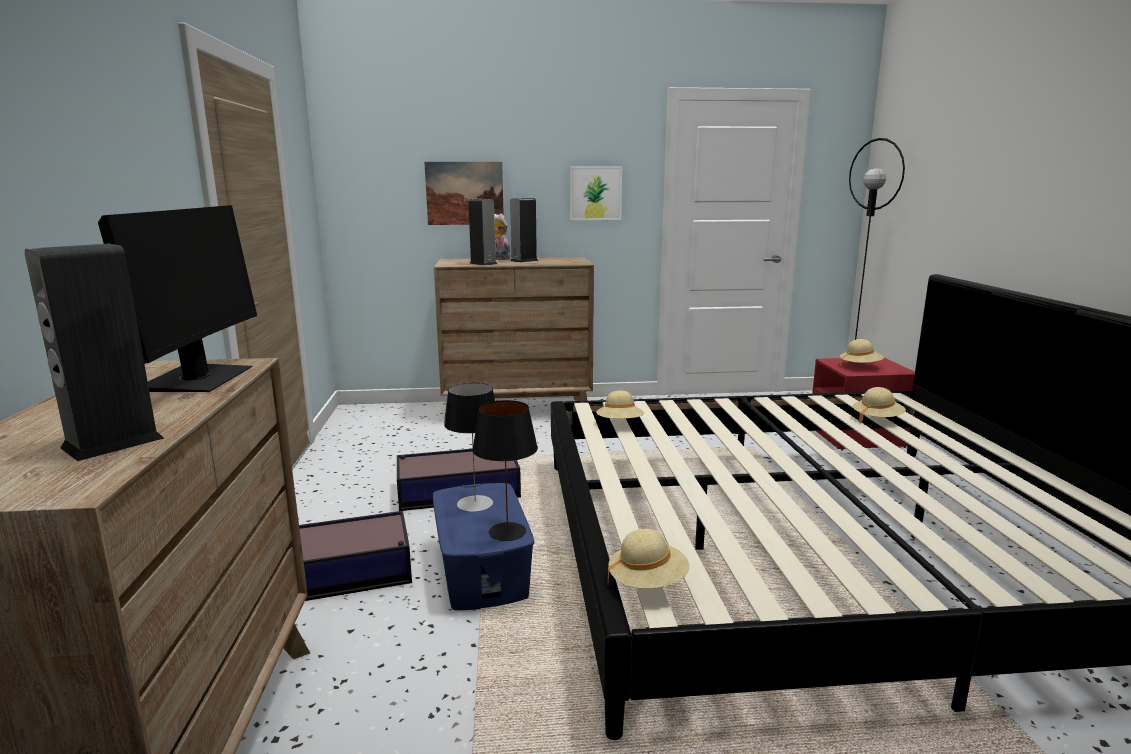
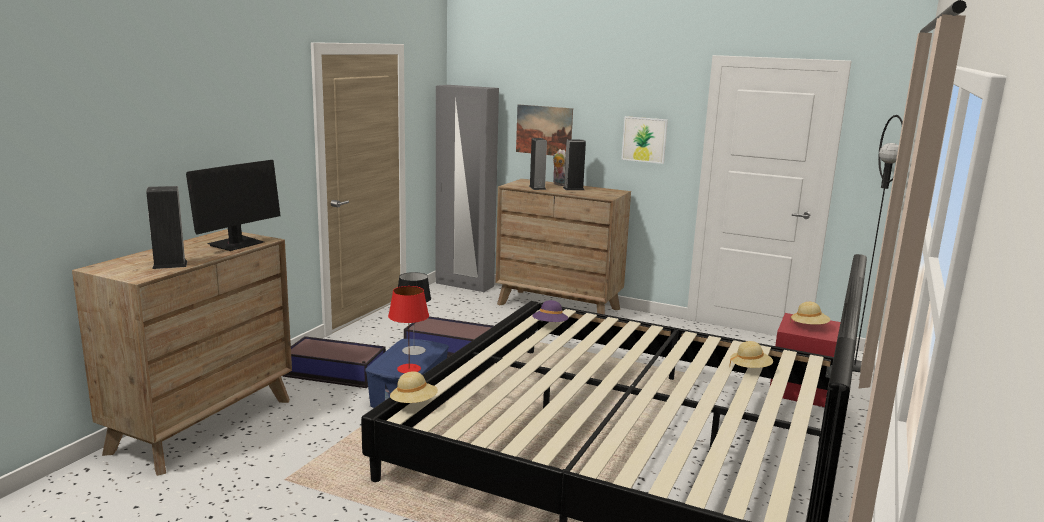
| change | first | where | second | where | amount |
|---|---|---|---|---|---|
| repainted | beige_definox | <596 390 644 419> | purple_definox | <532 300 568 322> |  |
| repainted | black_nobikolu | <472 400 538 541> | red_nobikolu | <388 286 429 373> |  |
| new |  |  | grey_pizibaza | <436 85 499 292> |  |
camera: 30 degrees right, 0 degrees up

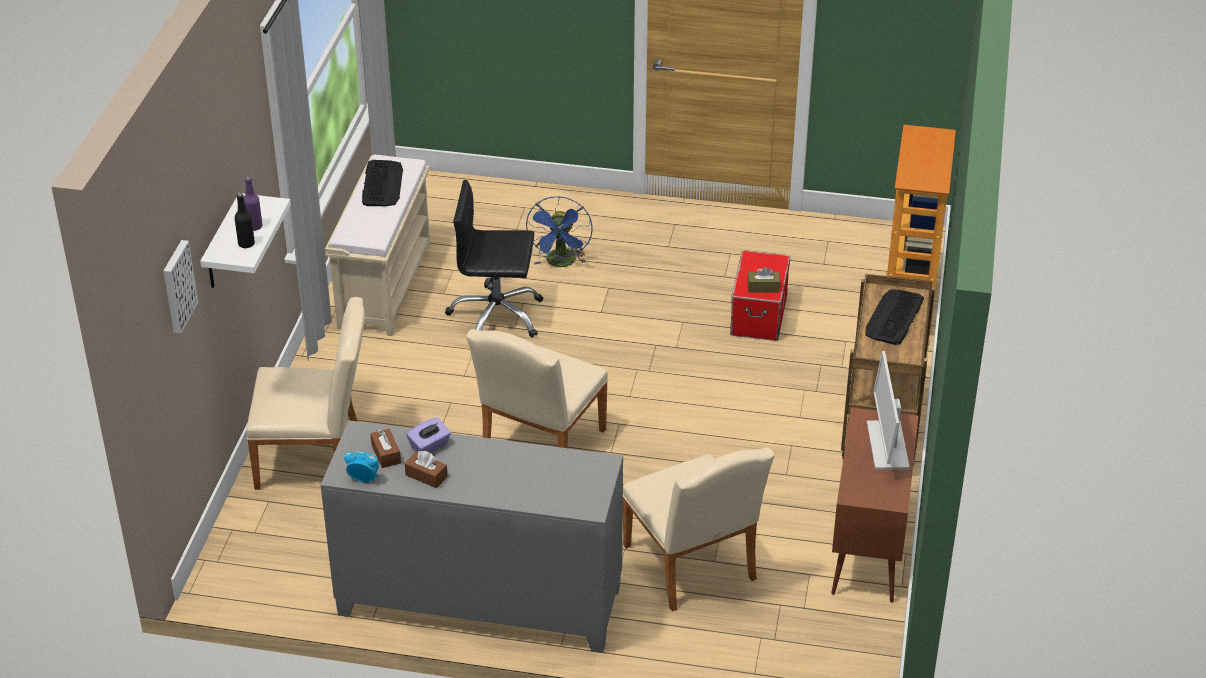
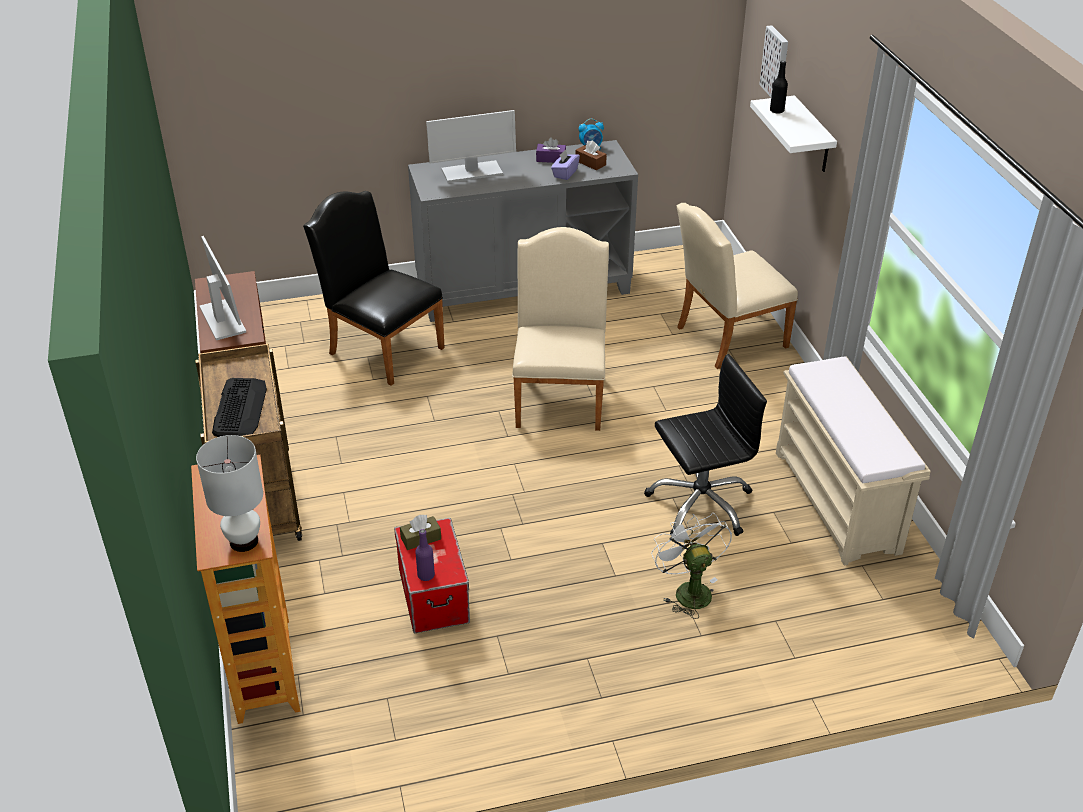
| change | first | where | second | where | amount |
|---|---|---|---|---|---|
| gone | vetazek | <362 160 403 207> |  |  |  |
| shifted | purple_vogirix | <244 176 262 231> |  | <415 529 435 581> |  |
| repainted | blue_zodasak | <526 196 593 267> | white_zodasak | <651 513 732 619> |  |
| repainted | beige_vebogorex | <623 447 775 612> | black_vebogorex | <303 191 445 386> |  |
| repainted | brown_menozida | <405 451 447 488> | purple_menozida | <536 137 566 163> |  |
| new |  |  | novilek | <426 110 516 183> |  |
| new |  |  | white_nobikolu | <196 435 263 552> |  |
camera: 155 degrees right, 0 degrees up

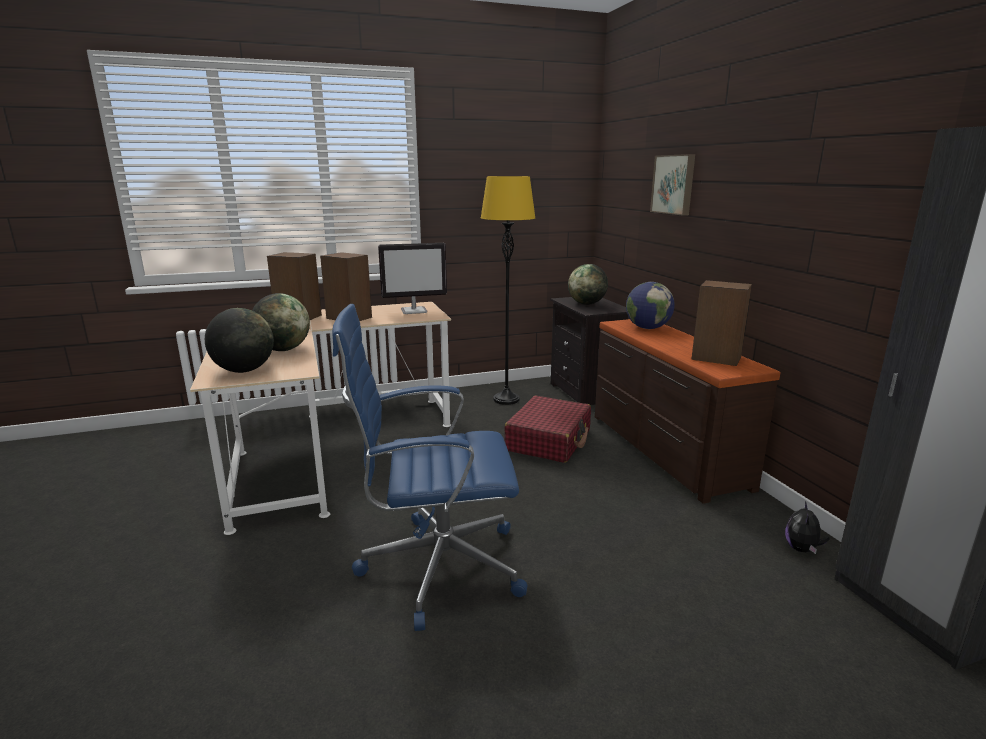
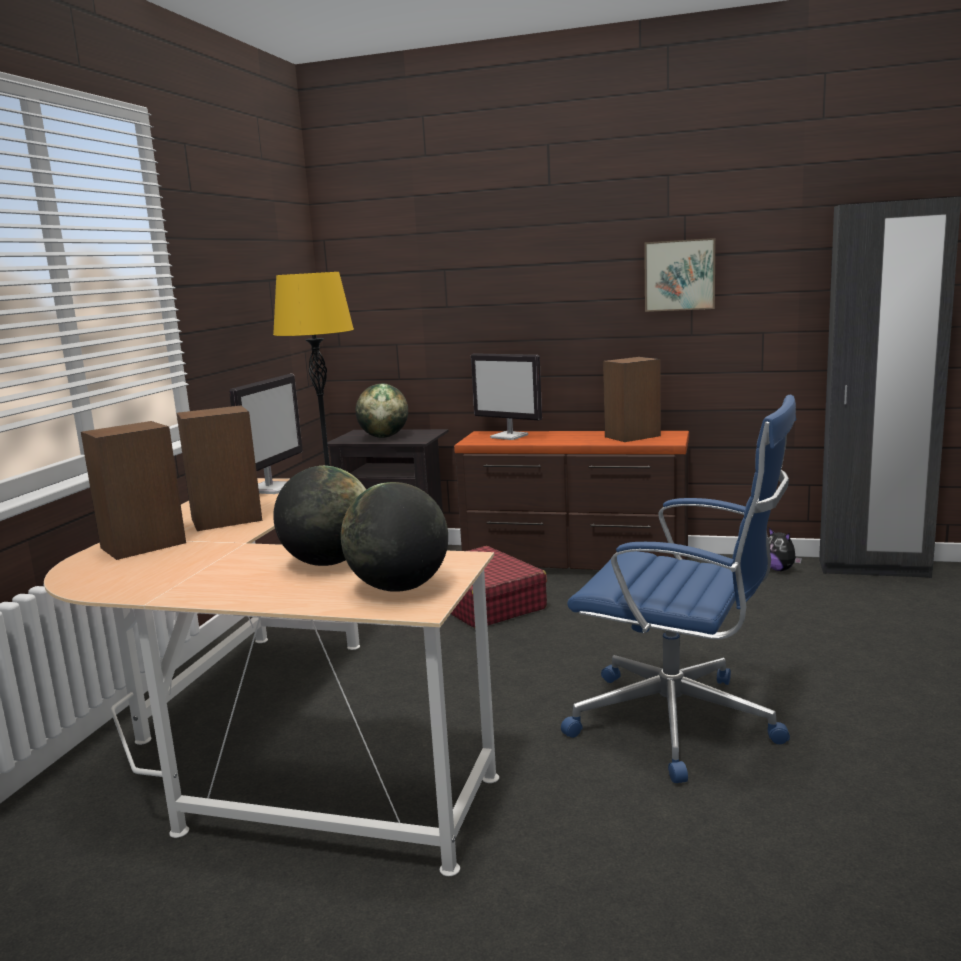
| change | first | where | second | where | amount |
|---|---|---|---|---|---|
| shifted | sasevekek | <650 154 695 216> |  | <644 238 715 312> |  |
| swapped | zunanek | <626 282 675 329> | novilek | <471 353 542 440> |  |
| rotated | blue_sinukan | <332 304 527 631> |  | <561 395 796 783> | 90 degrees counterclockwise |
camera: 55 degrees left, 5 degrees down

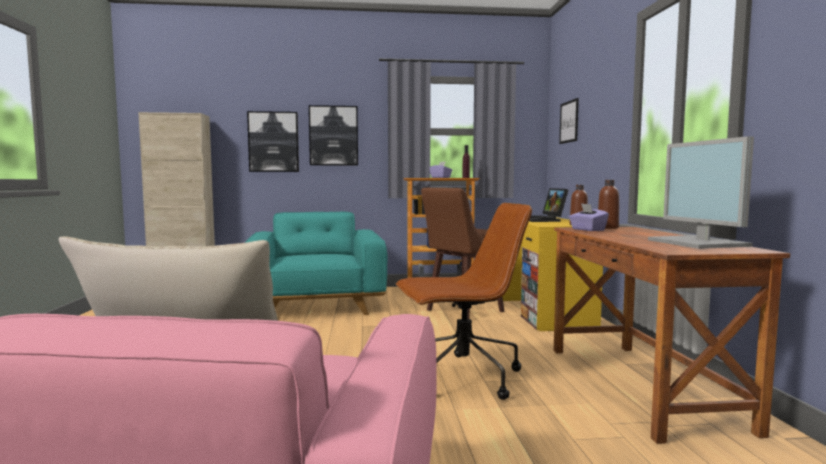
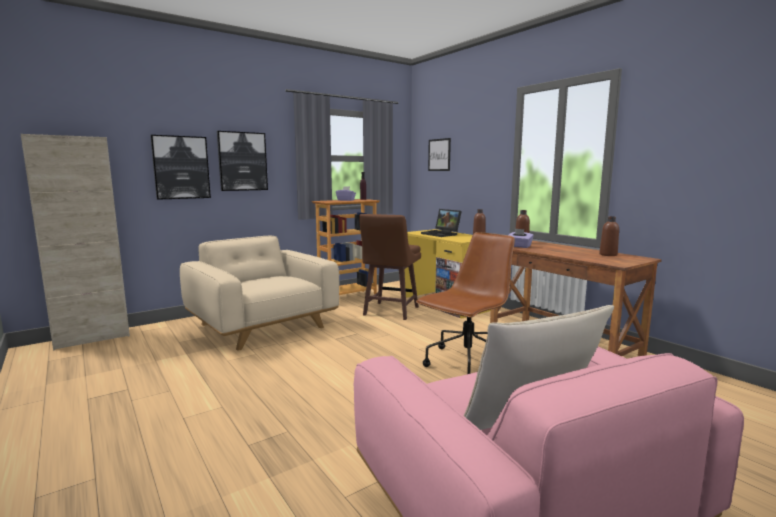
| change | first | where | second | where | amount |
|---|---|---|---|---|---|
| swapped | novilek | <648 136 754 249> | brown_vogirix | <599 216 619 256> |  |
| repainted | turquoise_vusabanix | <245 212 387 315> | beige_vusabanix | <180 236 339 351> |  |
camera: 30 degrees left, 5 degrees up

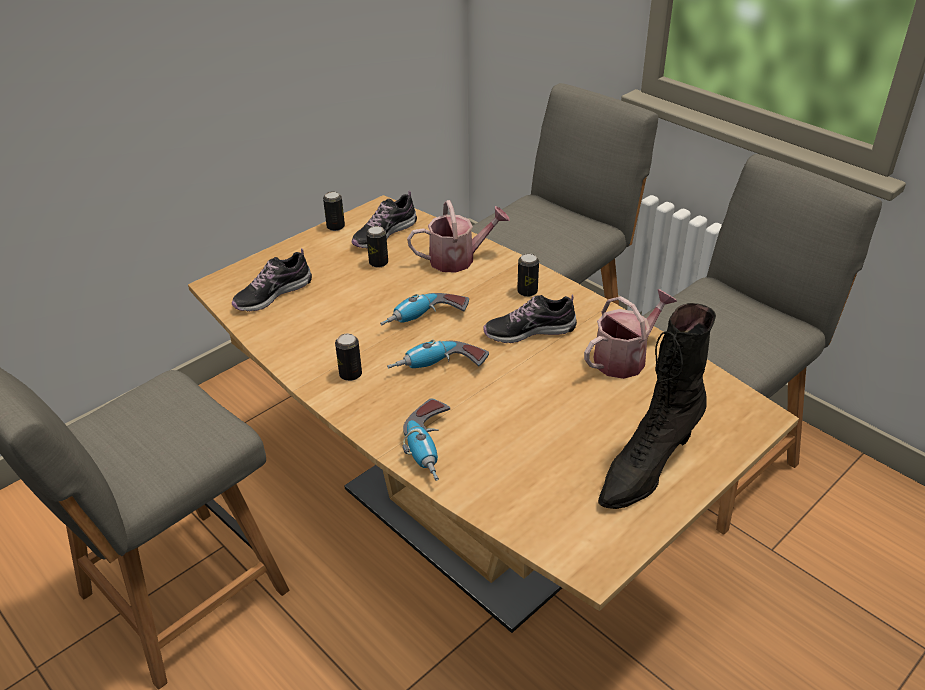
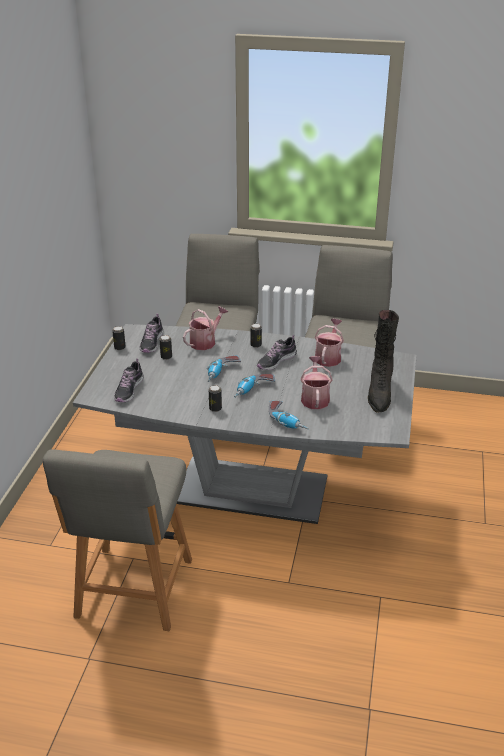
| change | first | where | second | where | amount |
|---|---|---|---|---|---|
| repainted | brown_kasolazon | <188 195 799 633> | grey_kasolazon | <73 324 417 524> |  |
| new |  |  | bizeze | <300 356 333 409> |  |
camera: 35 degrees left, 5 degrees down

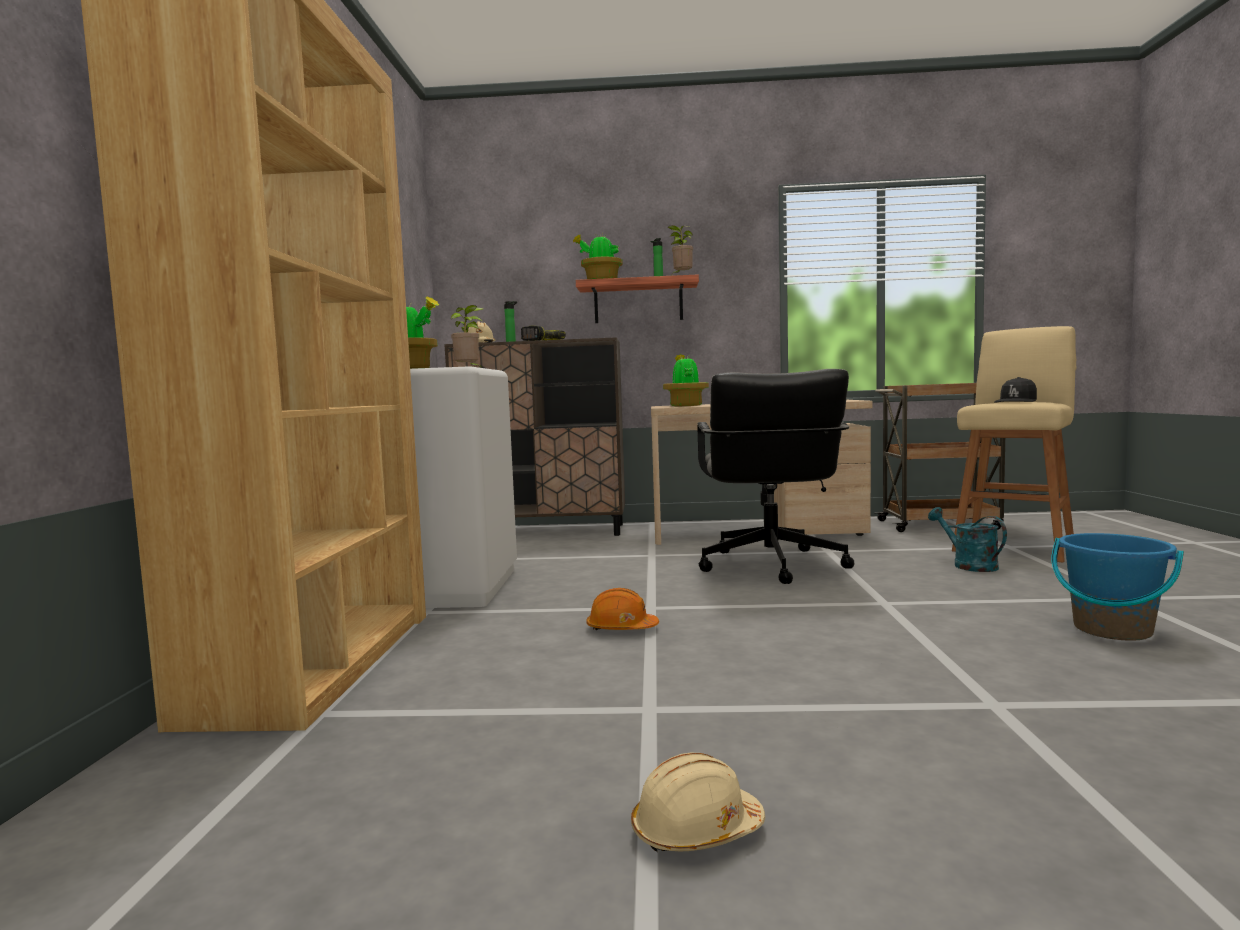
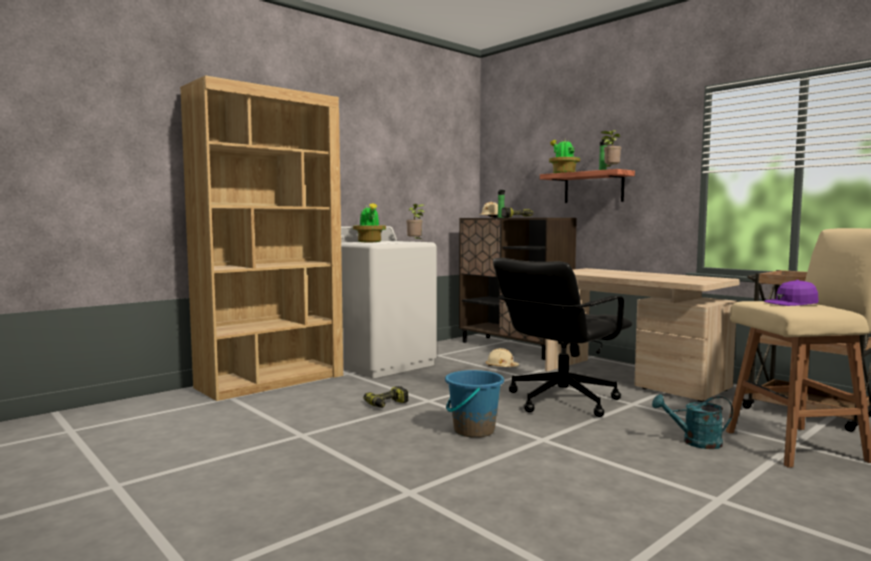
| change | first | where | second | where | amount |
|---|---|---|---|---|---|
| gone | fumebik | <663 354 709 406> |  |  |  |
| repainted | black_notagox | <994 377 1037 403> | purple_notagox | <764 280 819 306> |  |
| rotated | turquoise_bizeze | <928 507 1007 572> |  | <652 394 733 449> | 105 degrees counterclockwise |
| shifted | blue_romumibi | <1051 533 1184 641> |  | <445 370 504 438> |  |
| swapped | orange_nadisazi | <586 588 659 630> | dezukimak | <363 386 408 408> |  |
| shifted | beige_nadisazi | <631 753 765 852> |  | <486 348 519 367> |  |
camera: 45 degrees right, 0 degrees up

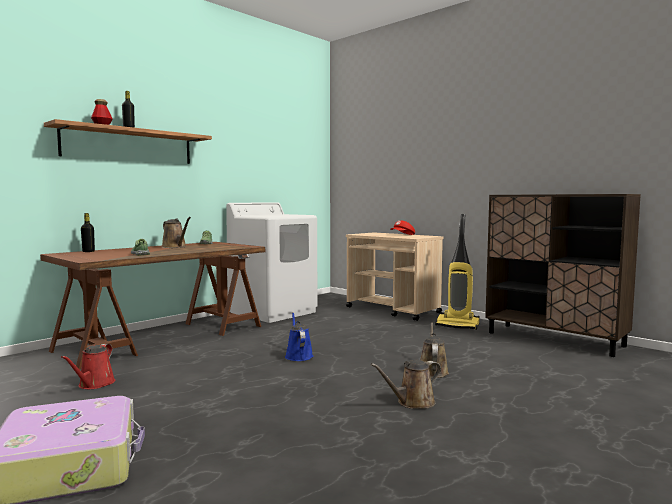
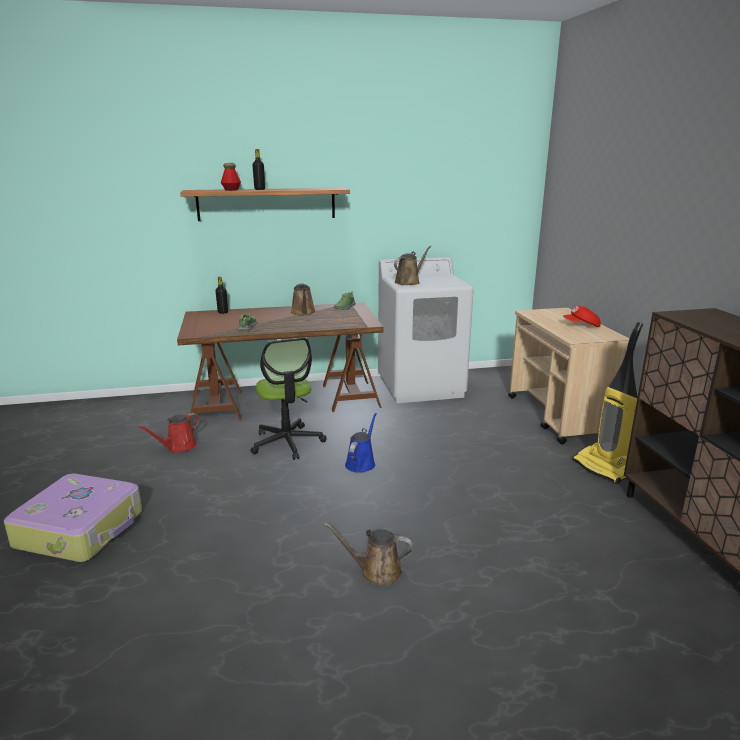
| change | first | where | second | where | amount |
|---|---|---|---|---|---|
| shifted | brown_bizeze | <420 323 449 378> |  | <394 246 431 285> |  |
| new |  |  | sinukan | <250 338 326 460> |  |
camera: 35 degrees right, 15 degrees up

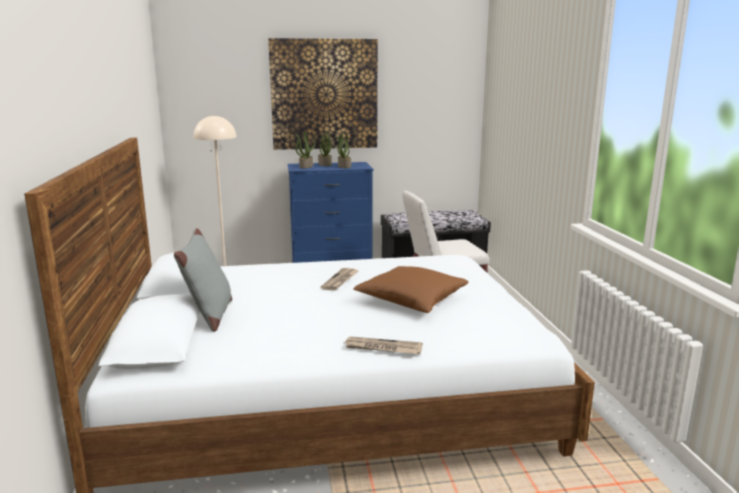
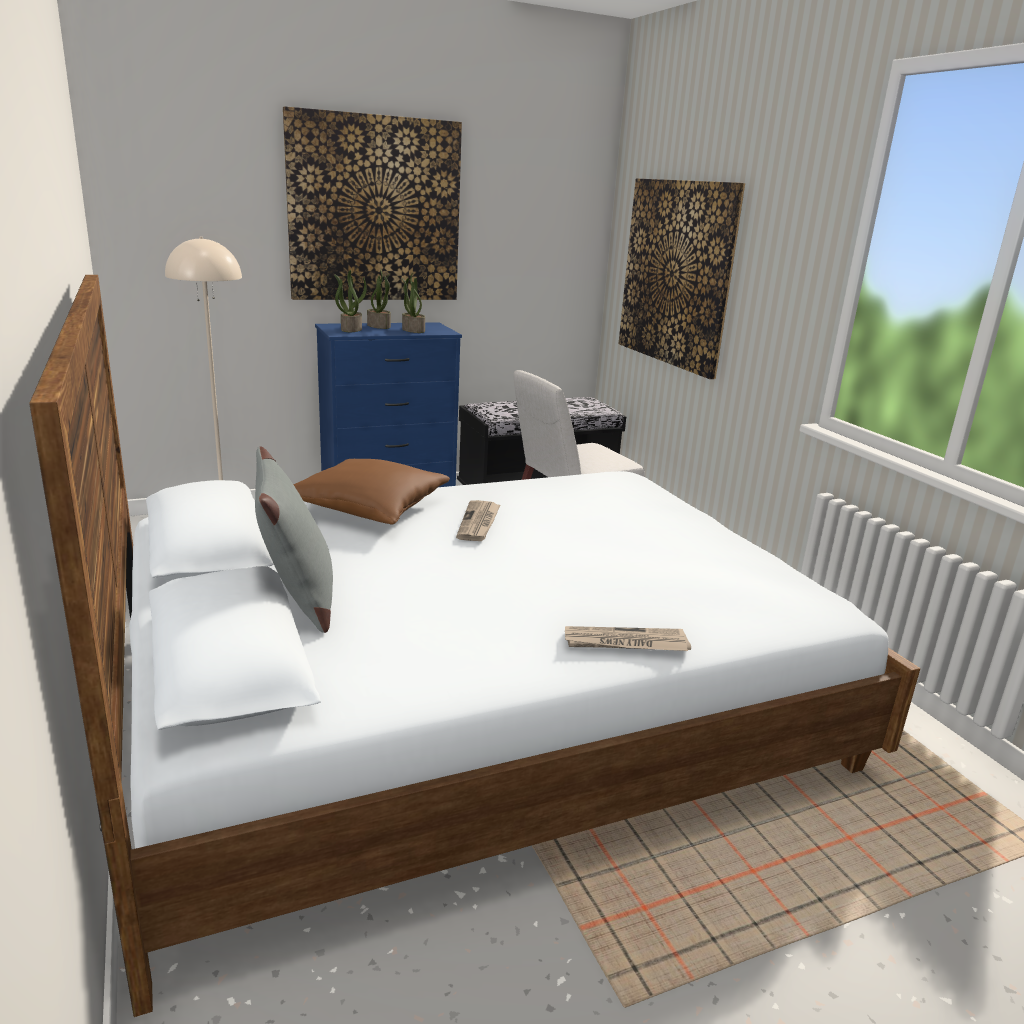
| change | first | where | second | where | amount |
|---|---|---|---|---|---|
| shifted | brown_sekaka | <353 266 468 313> |  | <293 459 450 525> |  |
| new |  |  | sasevekek | <619 178 745 379> |  |
camera: 15 degrees left, 5 degrees up

